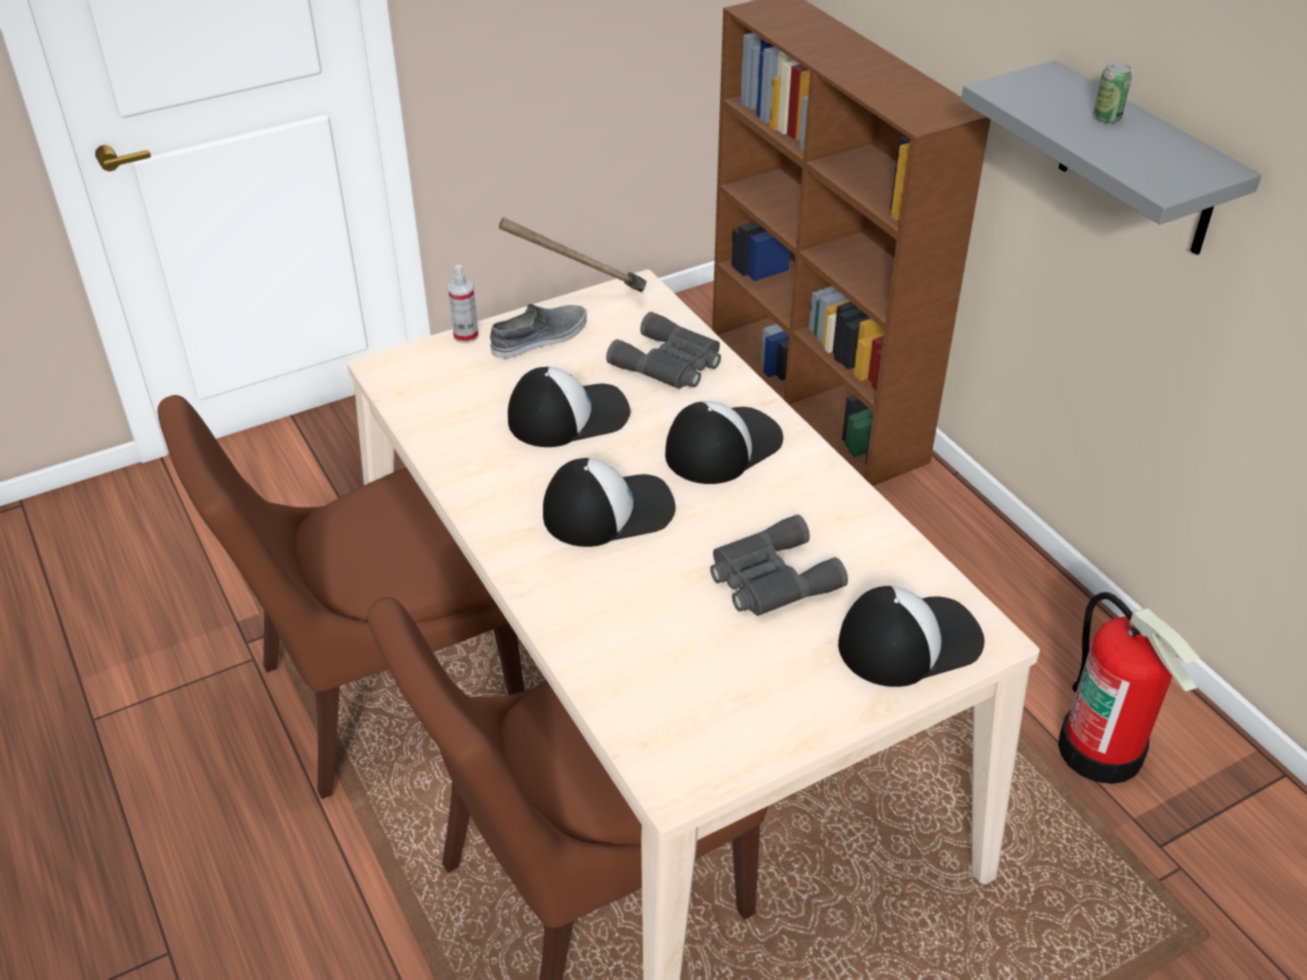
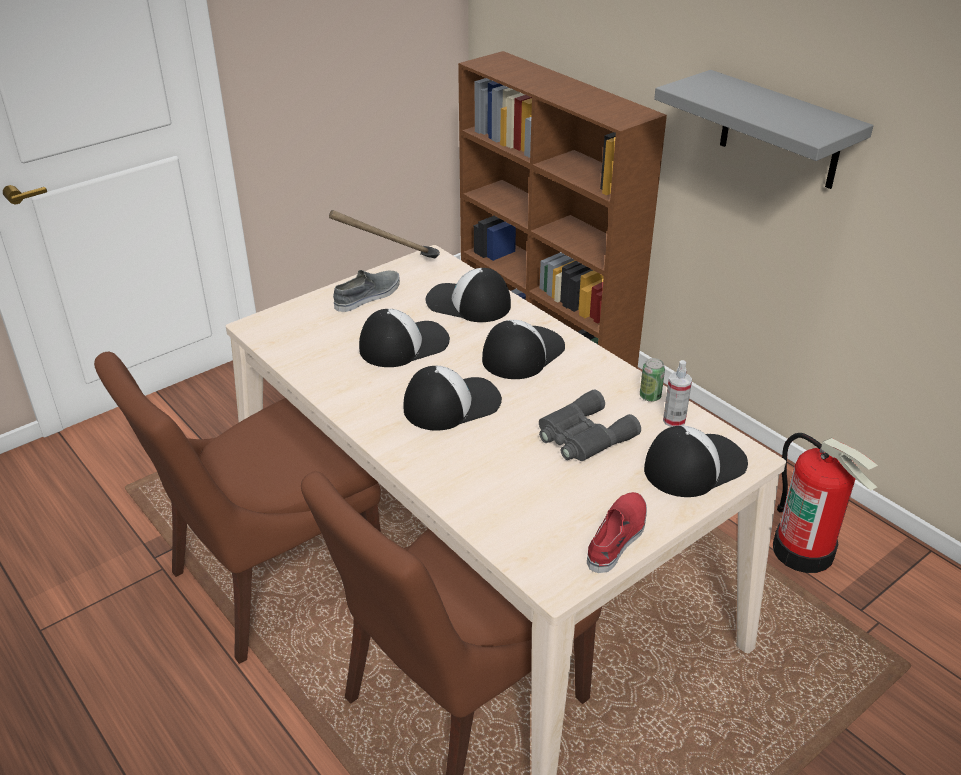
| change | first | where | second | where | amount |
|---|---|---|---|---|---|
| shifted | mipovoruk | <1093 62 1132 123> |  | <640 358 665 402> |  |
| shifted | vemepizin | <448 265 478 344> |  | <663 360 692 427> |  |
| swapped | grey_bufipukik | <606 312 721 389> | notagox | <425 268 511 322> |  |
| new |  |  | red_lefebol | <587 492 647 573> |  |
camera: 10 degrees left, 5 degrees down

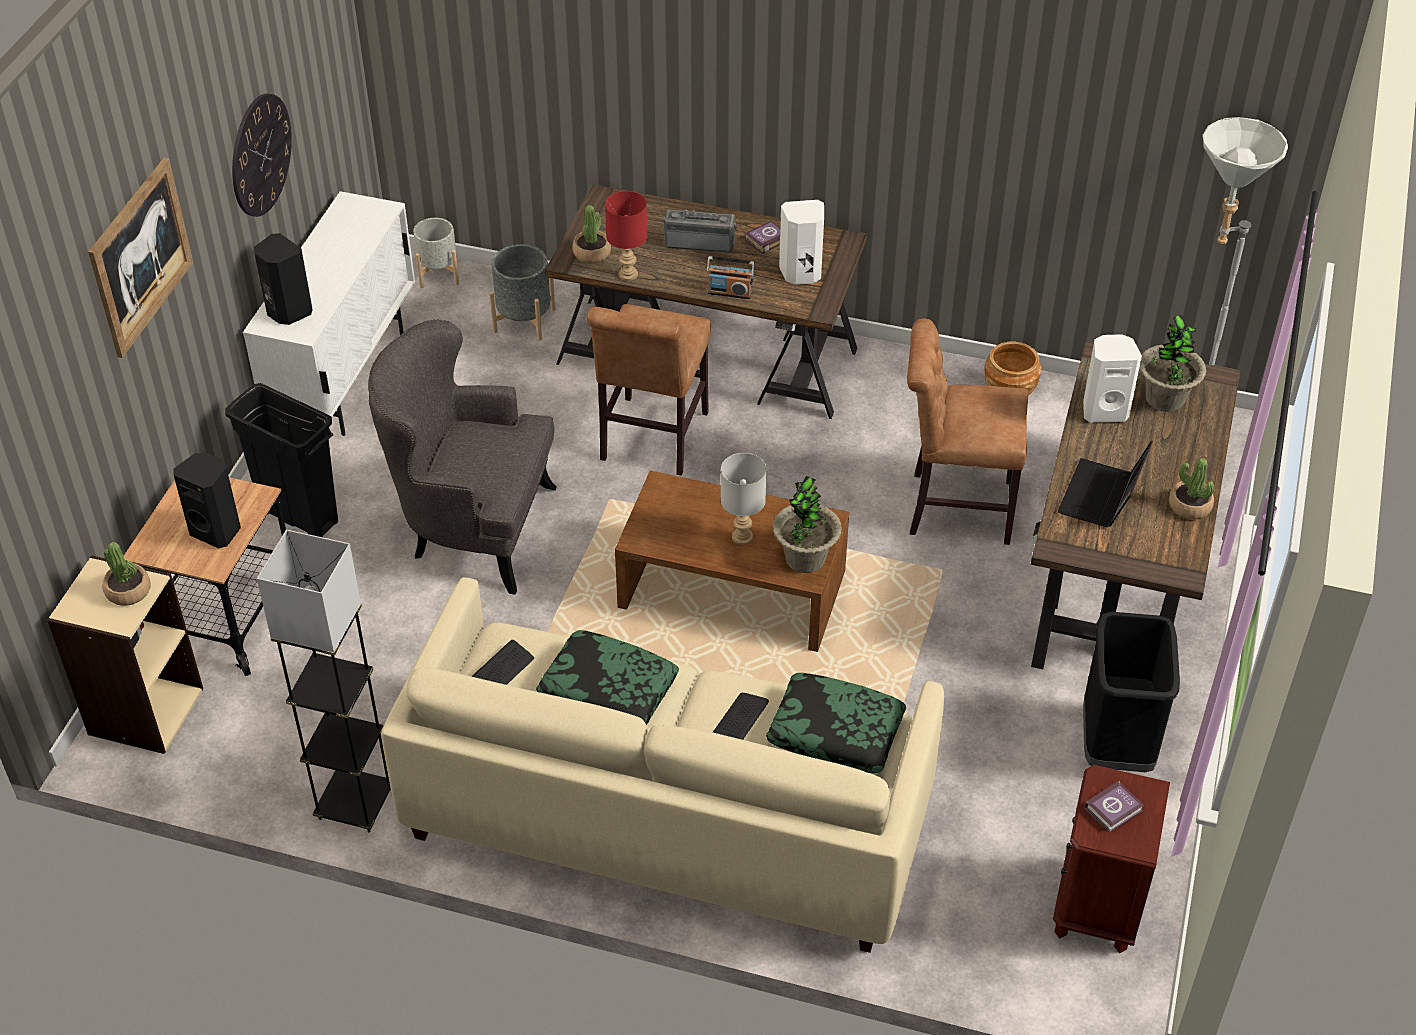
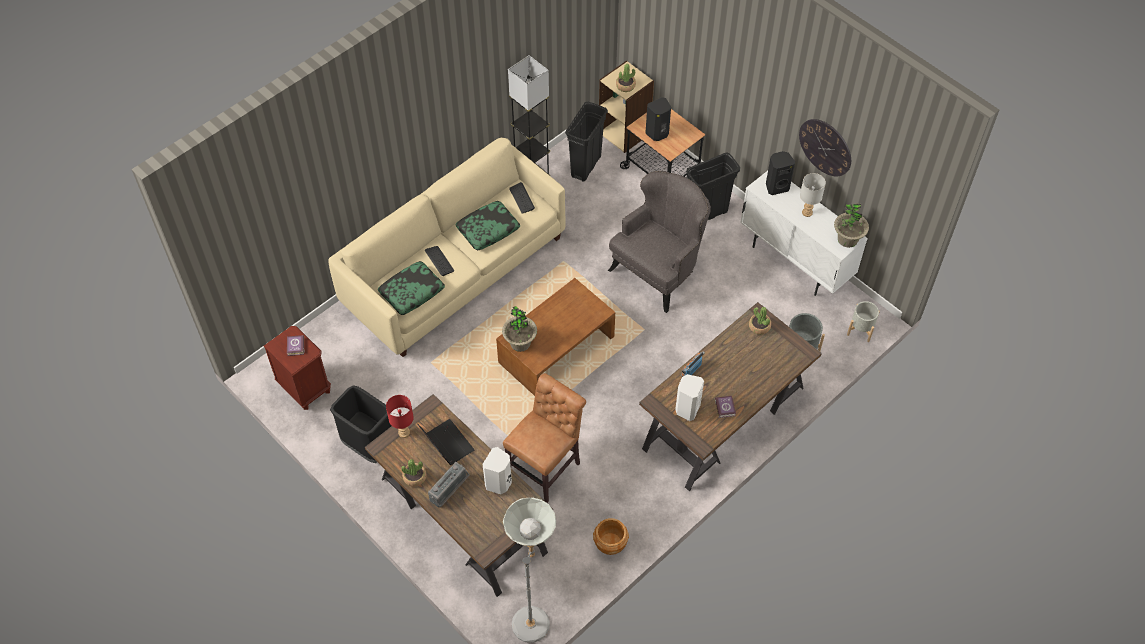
| change | first | where | second | where | amount |
|---|---|---|---|---|---|
| gone | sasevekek | <88 158 193 358> |  |  |  |
| shifted | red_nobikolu | <605 191 647 281> |  | <386 395 414 438> |  |
| shifted | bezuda | <663 209 737 253> |  | <428 462 470 508> |  |
| gone | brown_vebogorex | <587 304 711 476> |  |  |  |
| shifted | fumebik | <1139 315 1206 412> |  | <834 203 869 248> |  |
| shifted | grey_nobikolu | <721 453 767 545> |  | <800 173 826 217> |  |
| new |  |  | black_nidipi | <565 102 608 182> |  |
camera: 120 degrees right, 10 degrees up

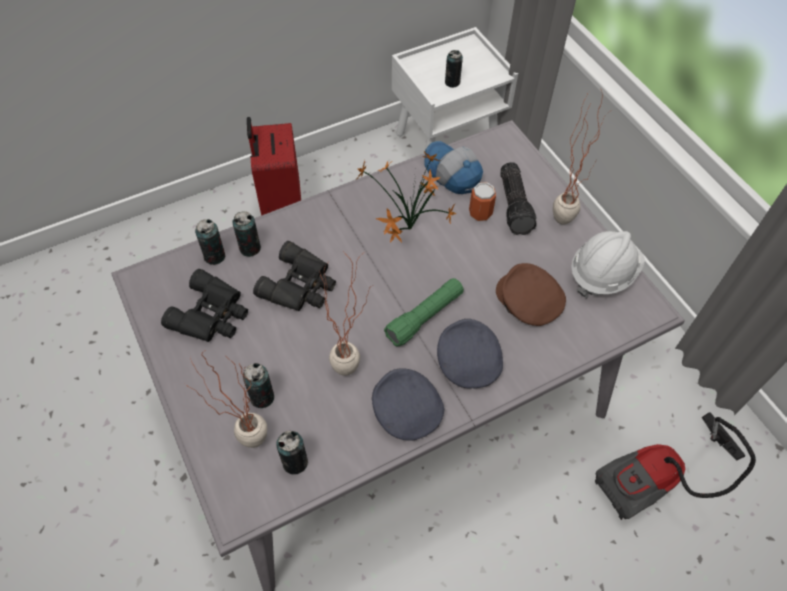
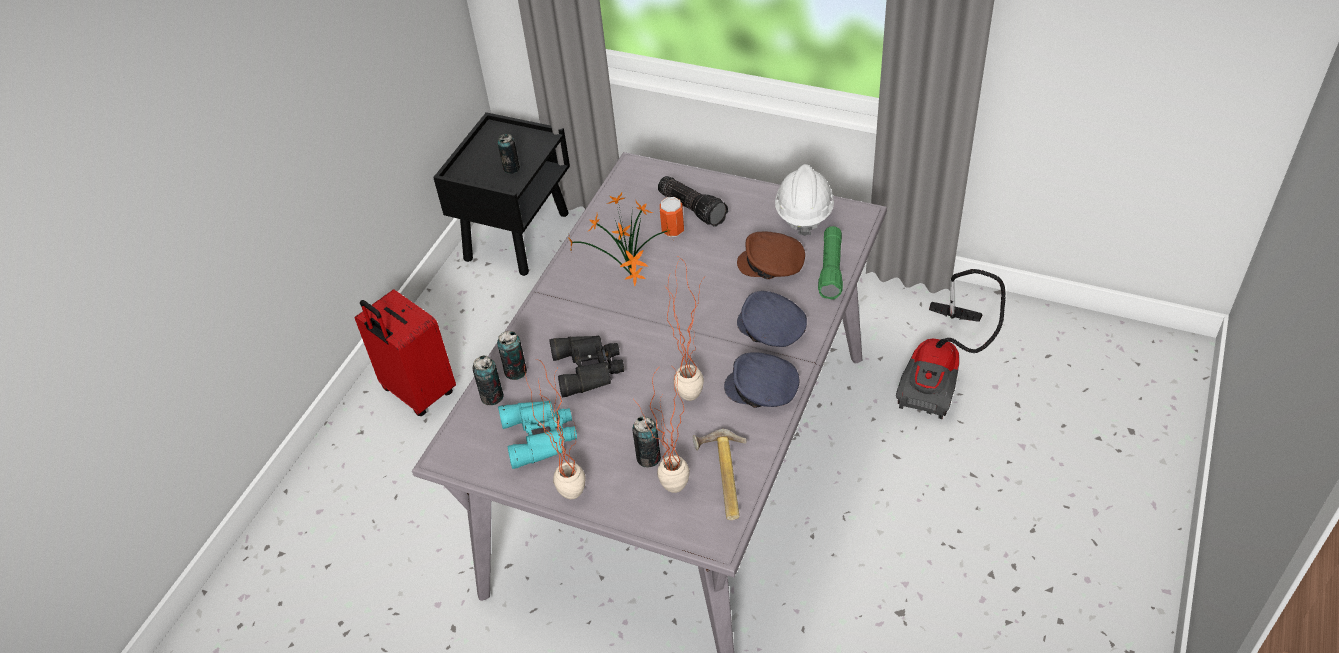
| change | first | where | second | where | amount |
|---|---|---|---|---|---|
| repainted | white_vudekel | <392 27 518 150> | black_vudekel | <433 112 570 276> |  |
| shifted | fumebik | <553 87 609 225> |  | <524 359 586 499> |  |
| gone | notagox | <424 141 483 194> |  |  |  |
| repainted | black_bufipukik | <161 269 248 342> | turquoise_bufipukik | <498 401 577 469> |  |
| shifted | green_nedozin | <384 278 464 346> |  | <818 226 843 299> |  |
| swapped | mipovoruk | <276 431 308 475> | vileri | <693 429 746 520> |  |
camera: 35 degrees left, 10 degrees down

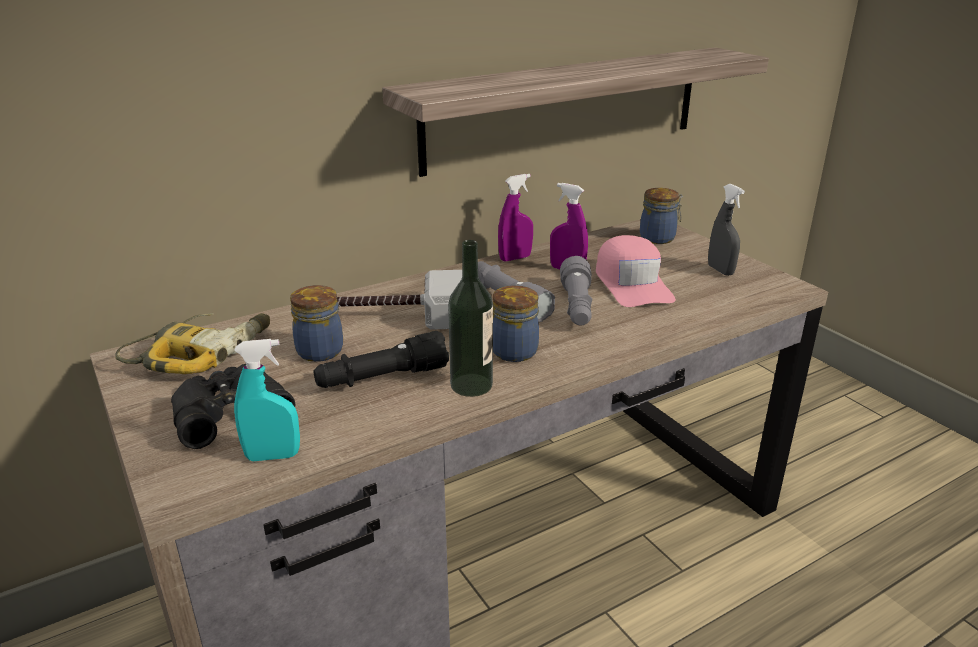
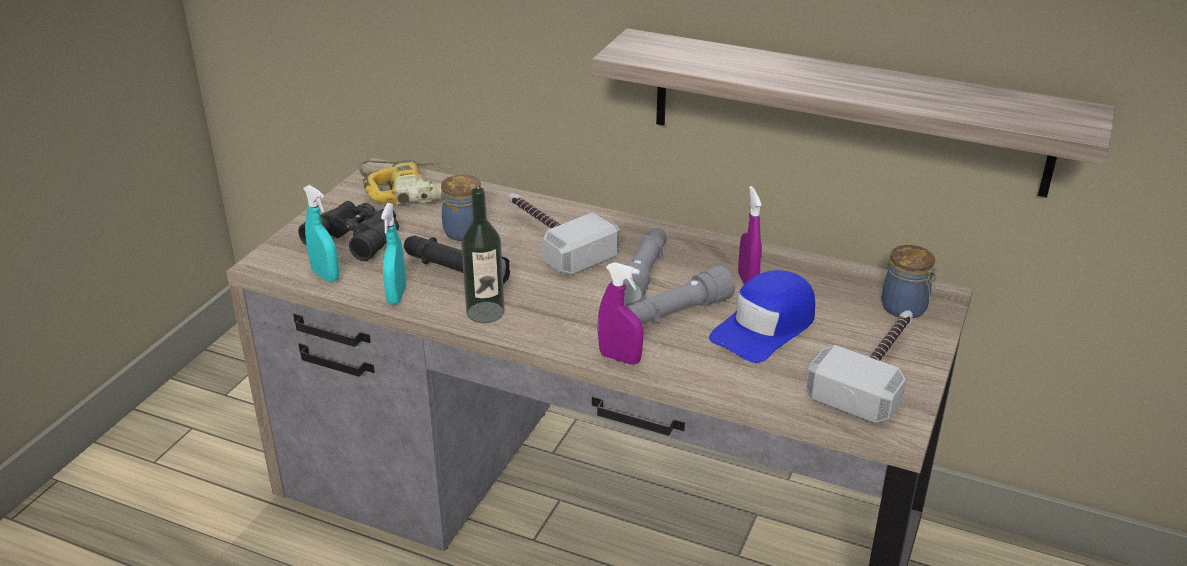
| change | first | where | second | where | amount |
|---|---|---|---|---|---|
| shifted | purple_vemepizin | <498 174 533 261> |  | <597 262 644 364> |  |
| swapped | grey_vemepizin | <708 184 745 276> | vileri | <806 310 913 424> |  |
| repainted | pink_notagox | <596 235 676 307> | blue_notagox | <709 270 815 363> |  |
| gone | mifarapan | <492 285 539 362> |  |  |  |
| new |  |  | turquoise_vemepizin | <381 203 406 304> |  |
camera: 55 degrees right, 5 degrees up

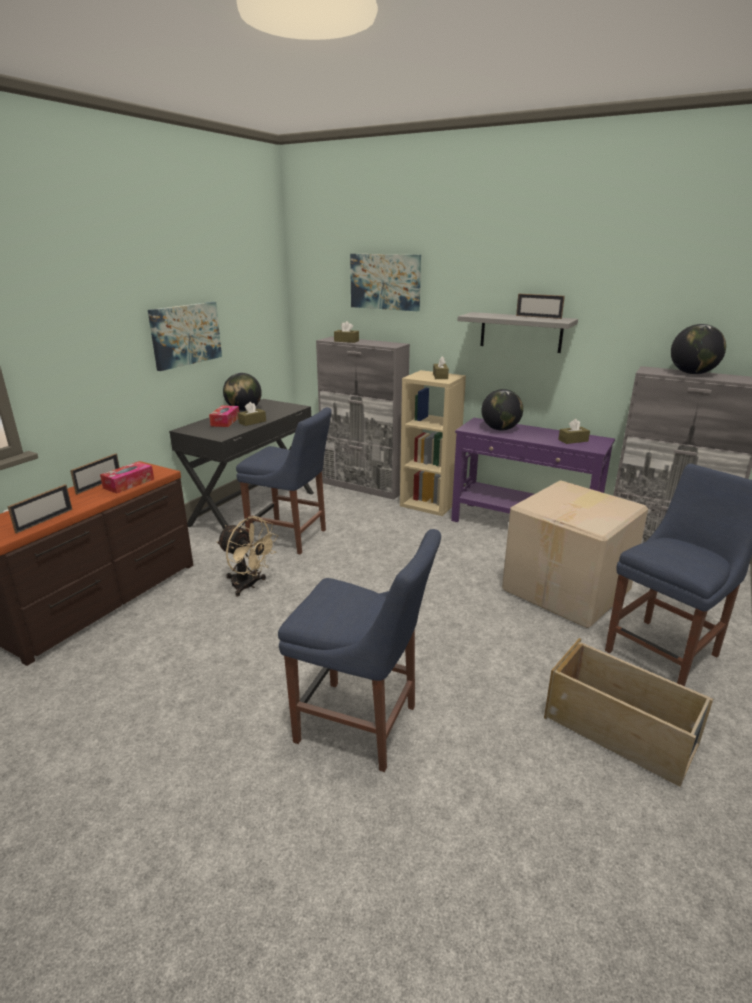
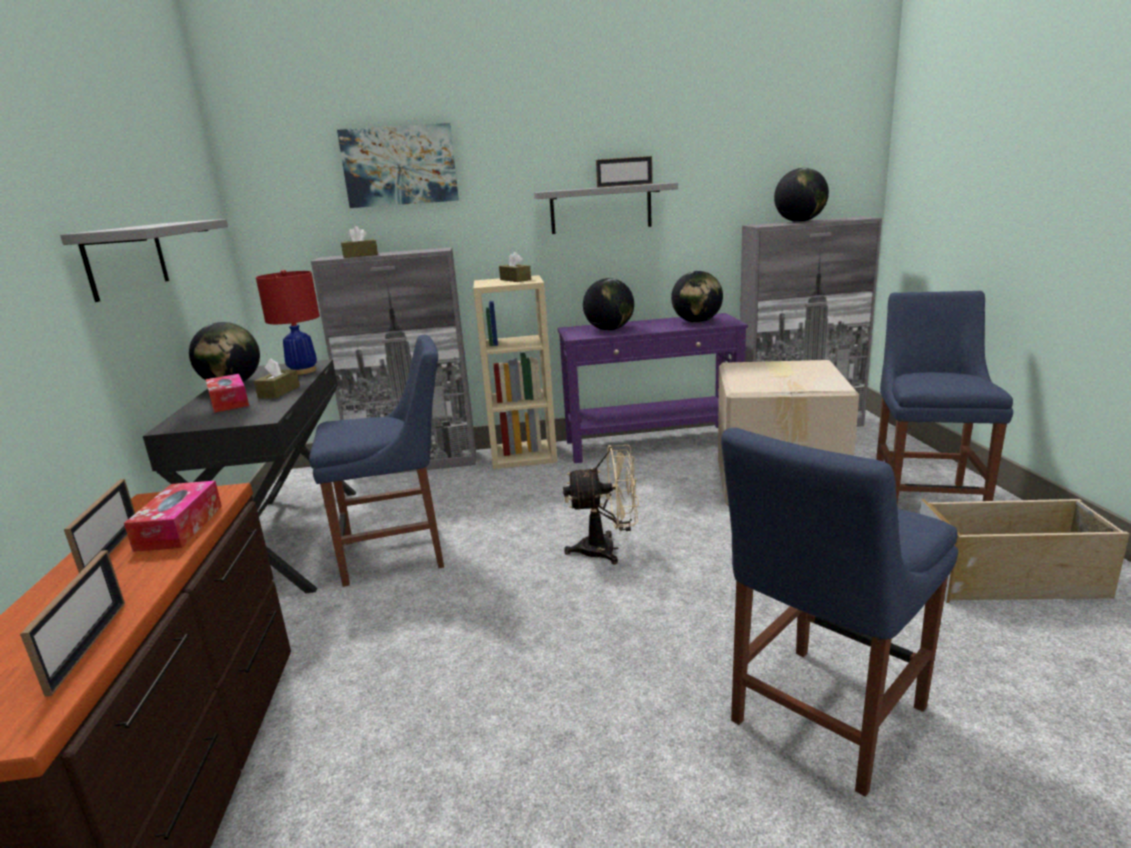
| change | first | where | second | where | amount |
|---|---|---|---|---|---|
| swapped | sasevekek | <148 302 222 371> | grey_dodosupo | <60 219 228 302> |  |
| swapped | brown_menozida | <558 419 590 444> | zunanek | <671 271 723 323> |  |
| shifted | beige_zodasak | <217 516 278 596> |  | <563 445 639 565> |  |
| rotated | blue_vebogorex | <278 529 441 772> |  | <721 427 958 797> | 150 degrees clockwise |
| new |  |  | red_nobikolu | <256 270 320 375> |  |
camera: 35 degrees left, 5 degrees down

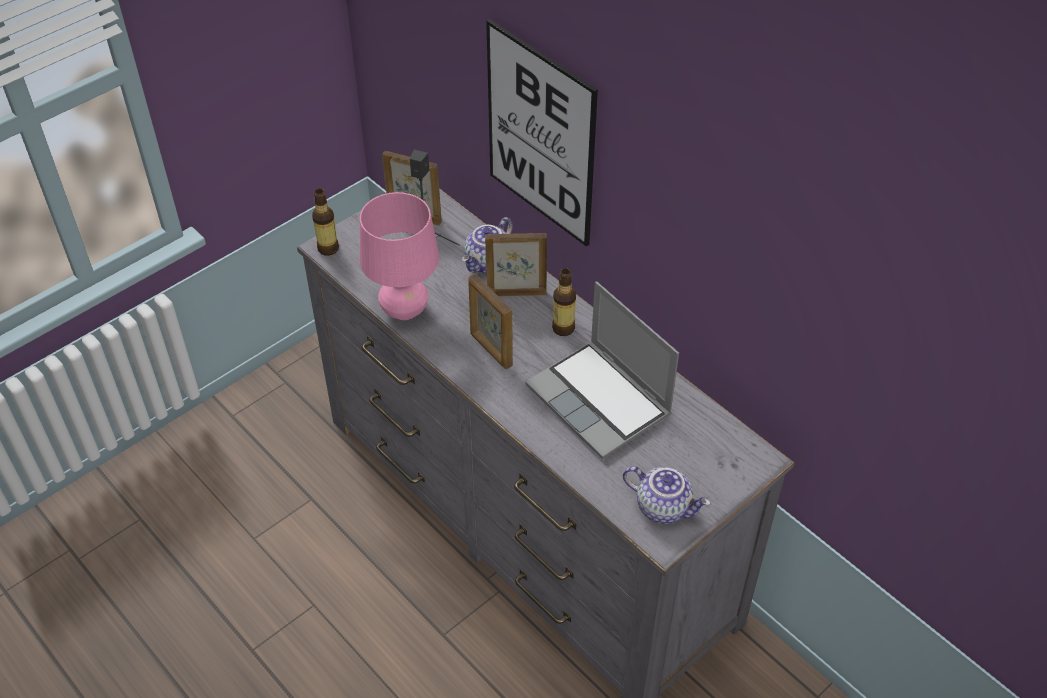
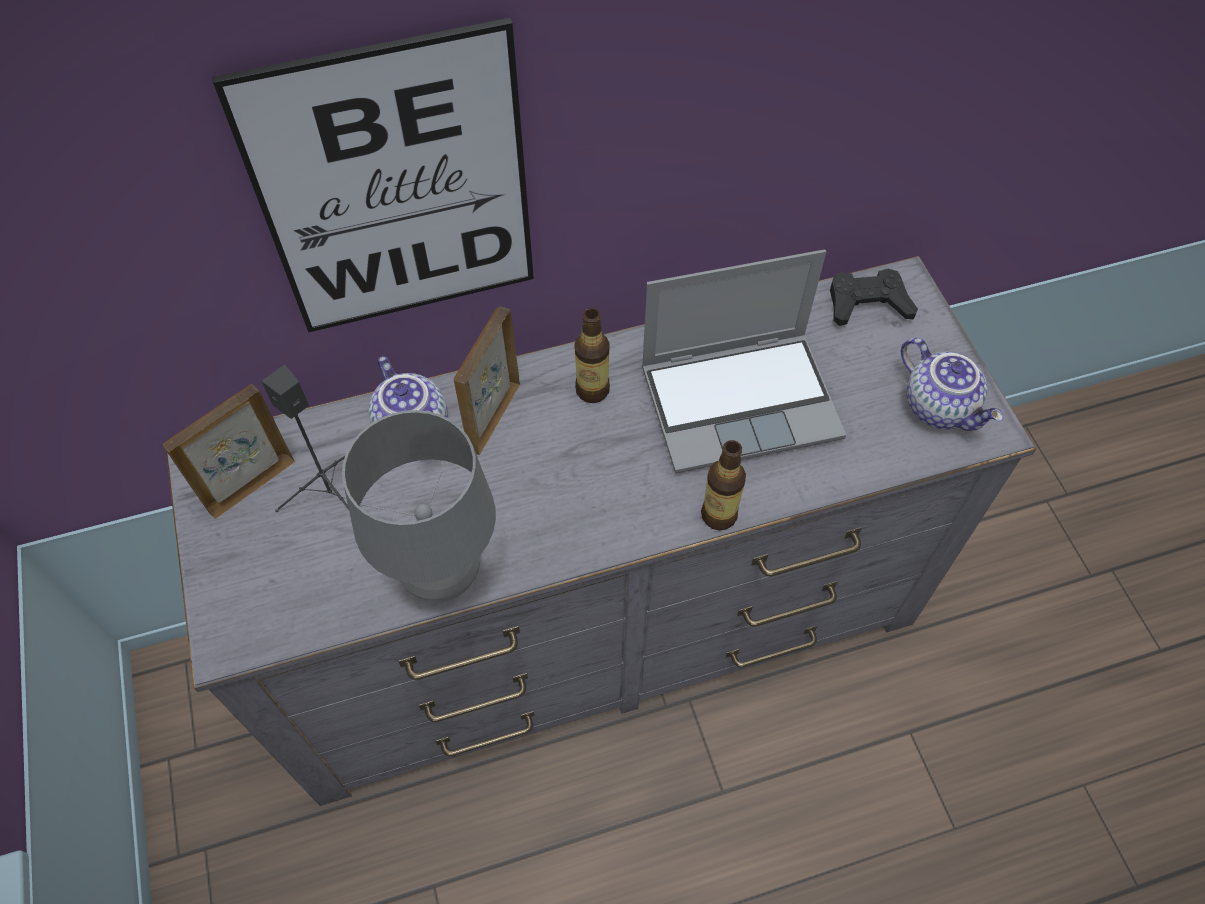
| change | first | where | second | where | amount |
|---|---|---|---|---|---|
| shifted | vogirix | <312 189 339 256> |  | <701 440 746 531> |  |
| repainted | pink_nobikolu | <360 192 439 320> | grey_nobikolu | <342 410 496 602> |  |
| gone | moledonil | <468 274 513 369> |  |  |  |
| rotated | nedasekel | <623 466 710 524> |  | <901 338 1003 431> | 90 degrees clockwise |
| new |  |  | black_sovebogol | <830 269 918 326> |  |
camera: 65 degrees left, 10 degrees up

